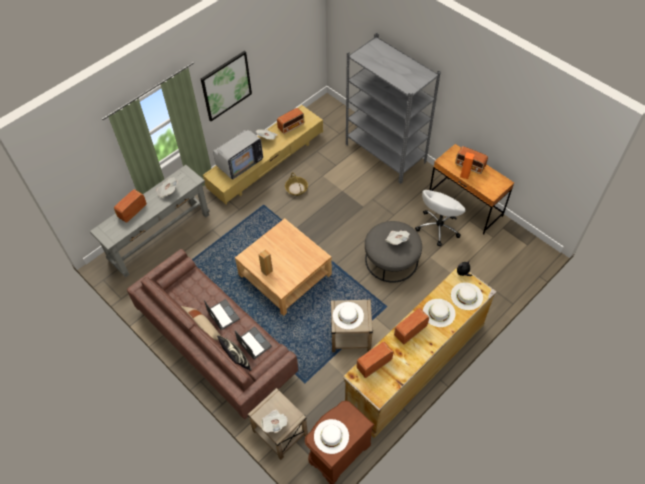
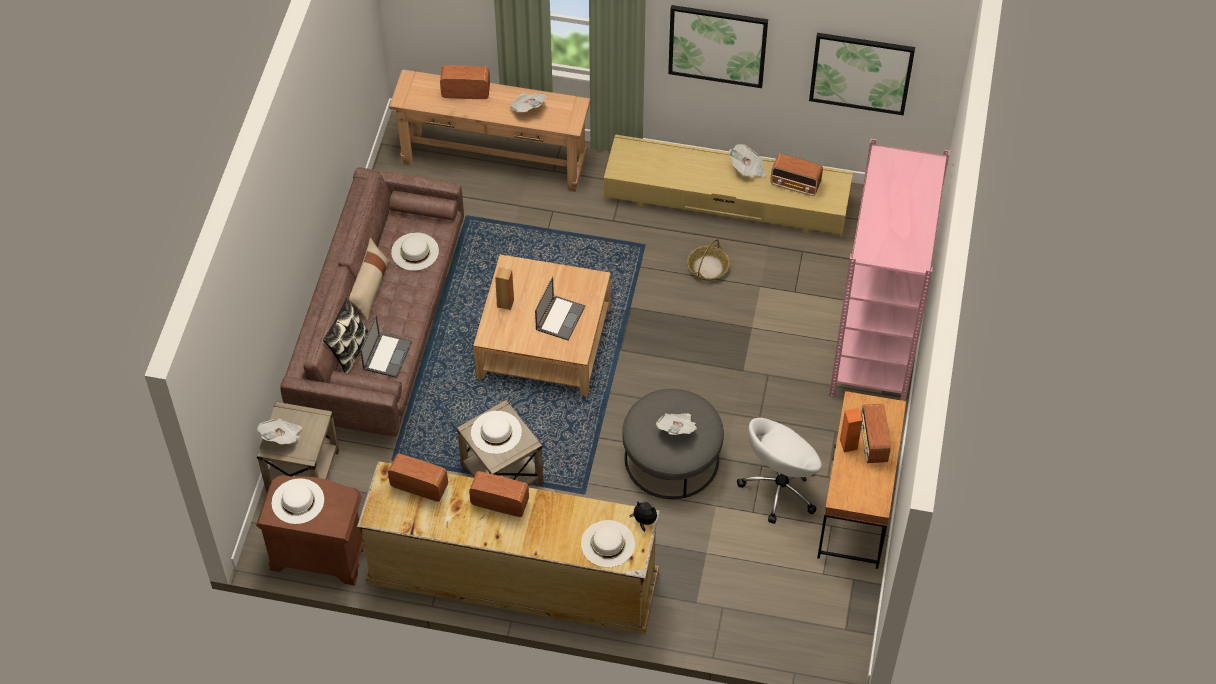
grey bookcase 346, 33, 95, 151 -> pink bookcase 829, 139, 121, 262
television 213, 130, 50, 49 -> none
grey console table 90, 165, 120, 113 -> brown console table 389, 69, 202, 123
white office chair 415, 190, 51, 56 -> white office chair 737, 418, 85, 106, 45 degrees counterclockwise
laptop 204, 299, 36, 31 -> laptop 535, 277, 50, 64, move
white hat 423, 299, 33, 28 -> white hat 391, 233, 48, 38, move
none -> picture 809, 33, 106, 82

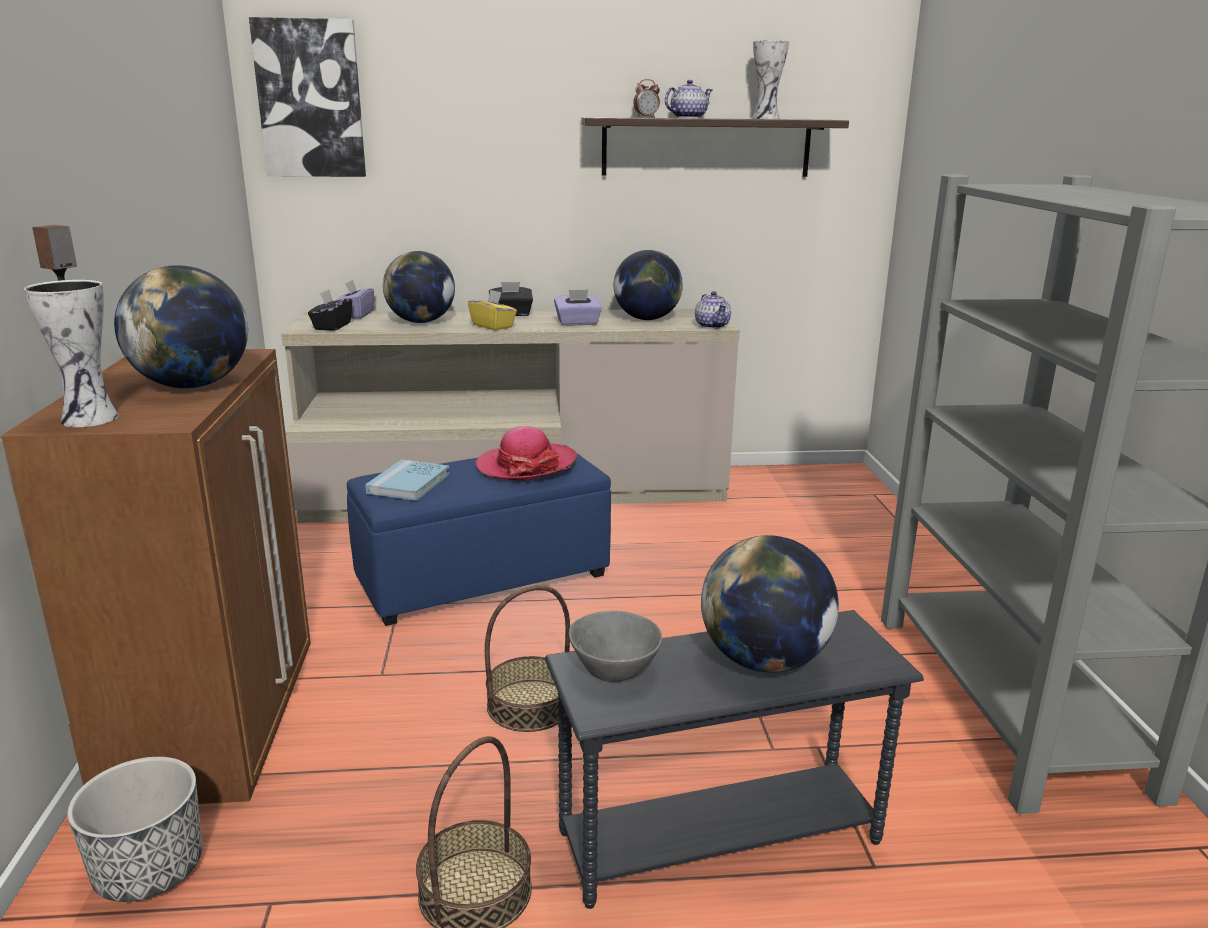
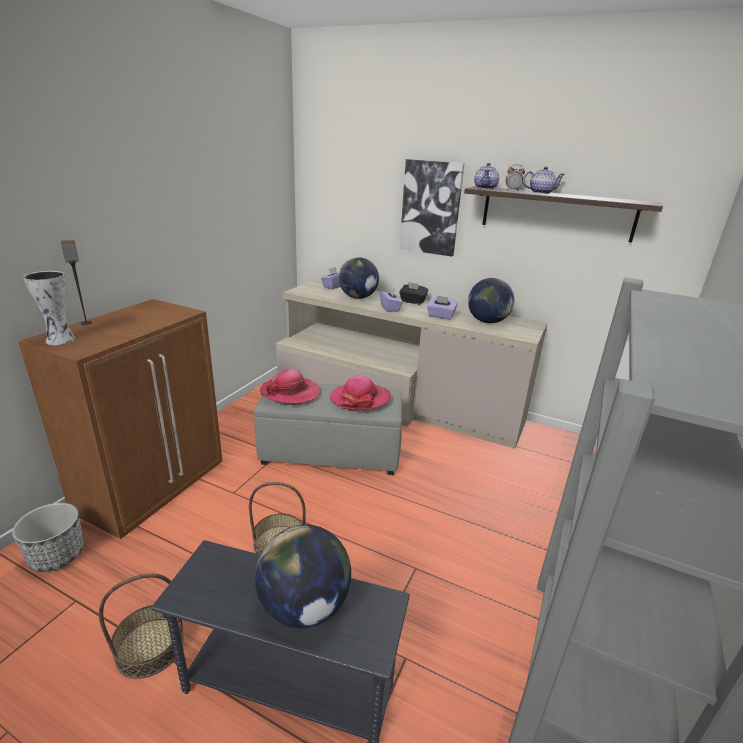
picture 249, 17, 117, 160 -> picture 399, 159, 66, 98, move
vase 752, 40, 37, 79 -> none
globe 114, 265, 134, 123 -> none
black tissue box 308, 289, 44, 42 -> none
yellow tissue box 468, 289, 49, 41 -> purple tissue box 380, 287, 23, 25
teapot 695, 291, 36, 38 -> teapot 474, 163, 25, 26, move
blue ottoman 347, 445, 264, 181 -> grey ottoman 254, 383, 148, 92
blue book 365, 460, 85, 41 -> hat 260, 369, 61, 36
grey bowl 569, 611, 93, 71 -> none

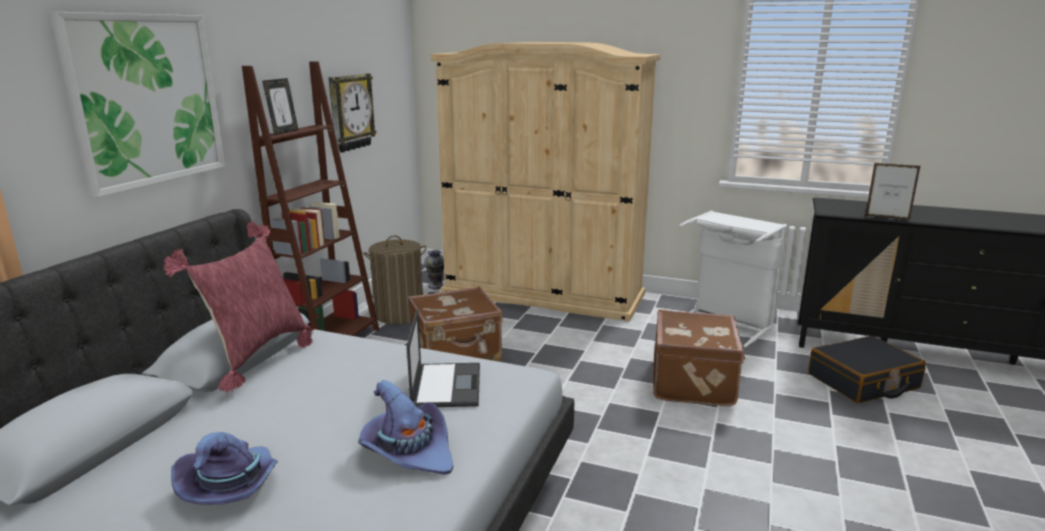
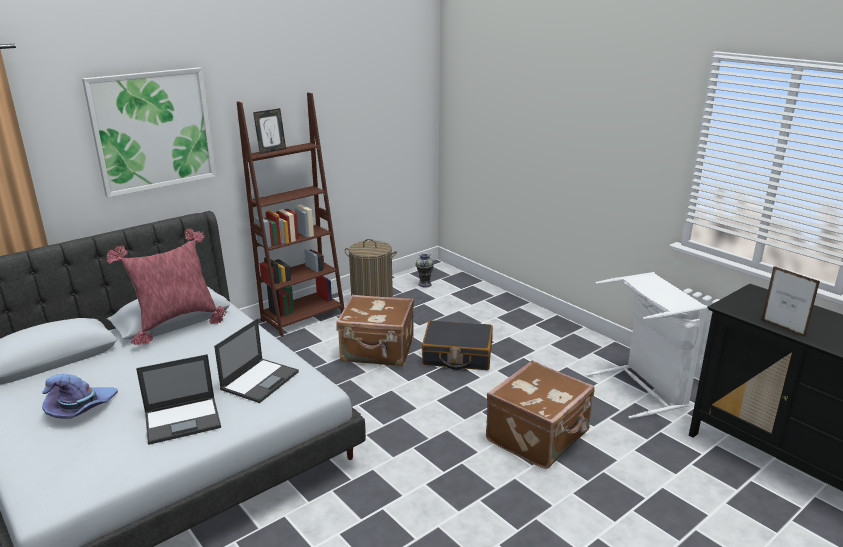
beige wardrobe 430, 42, 231, 280 -> none
wall clock 328, 74, 49, 78 -> none
black suitcase 808, 336, 118, 67 -> black suitcase 422, 320, 71, 50, move
purple hat 358, 380, 95, 95 -> laptop 136, 354, 85, 91

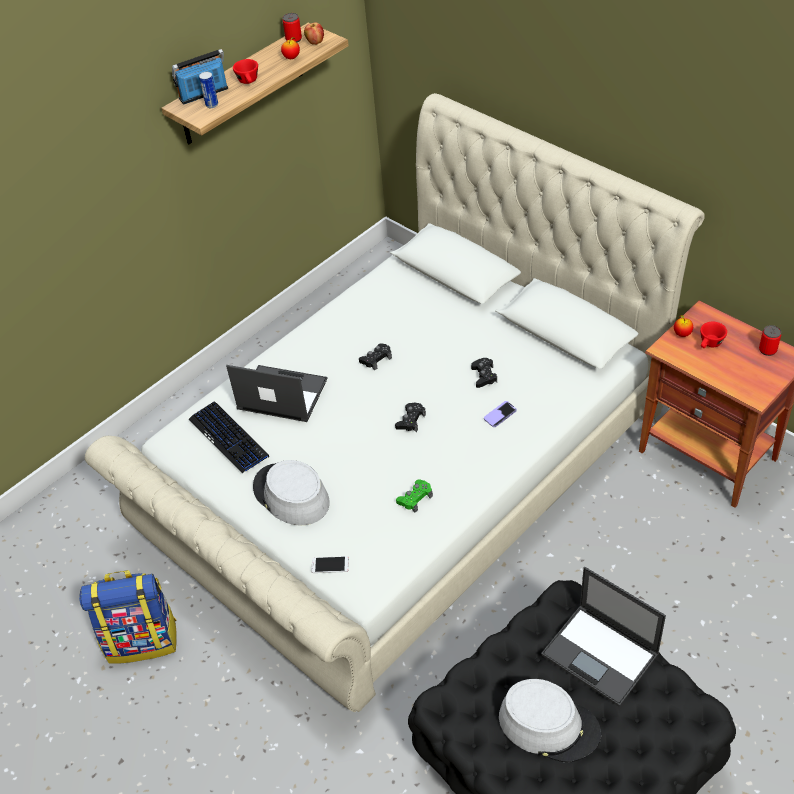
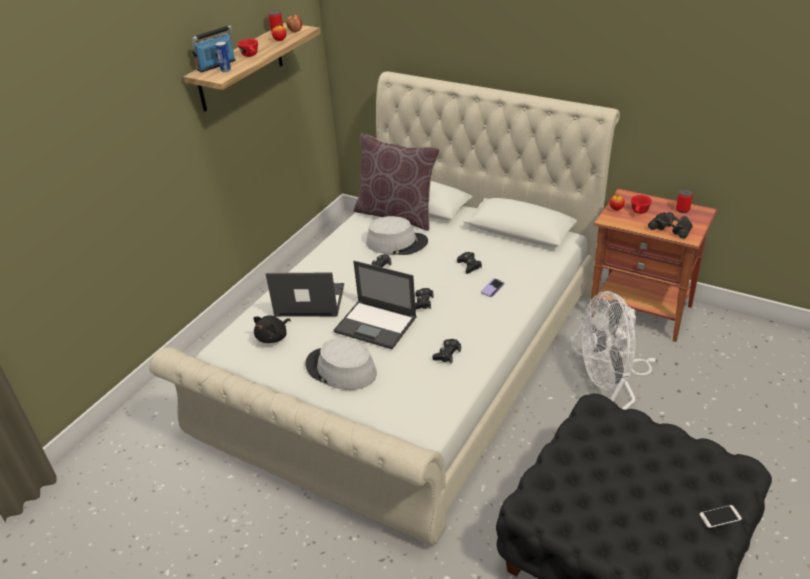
keyboard 188, 401, 81, 73 -> black plush toy 254, 315, 37, 28
green game controller 396, 480, 37, 32 -> black game controller 432, 339, 29, 25
phone 311, 556, 38, 17 -> phone 699, 505, 43, 23, move
laptop 541, 567, 125, 140 -> laptop 333, 261, 84, 88, move
backpack 79, 570, 98, 94 -> none
grey hat 499, 679, 102, 83 -> grey hat 367, 216, 61, 39, move
none -> brown pillow 354, 134, 86, 97
none -> black binoculars 648, 212, 45, 27
none -> white fan 571, 291, 87, 119

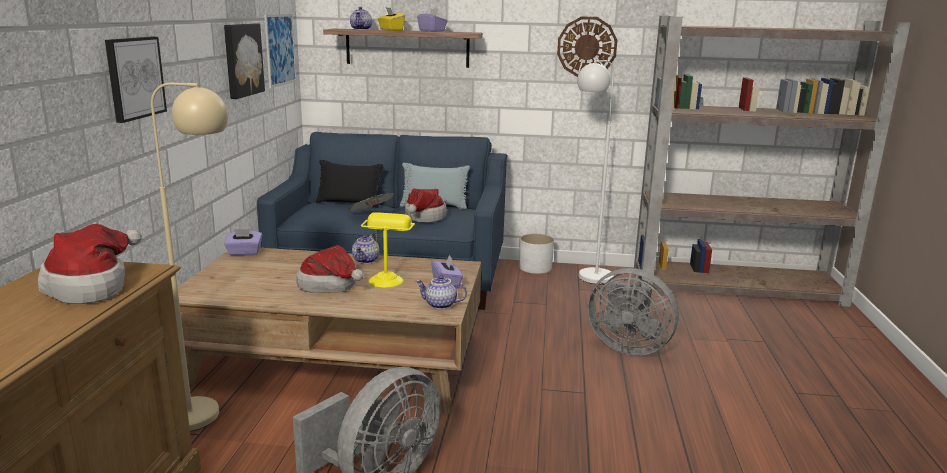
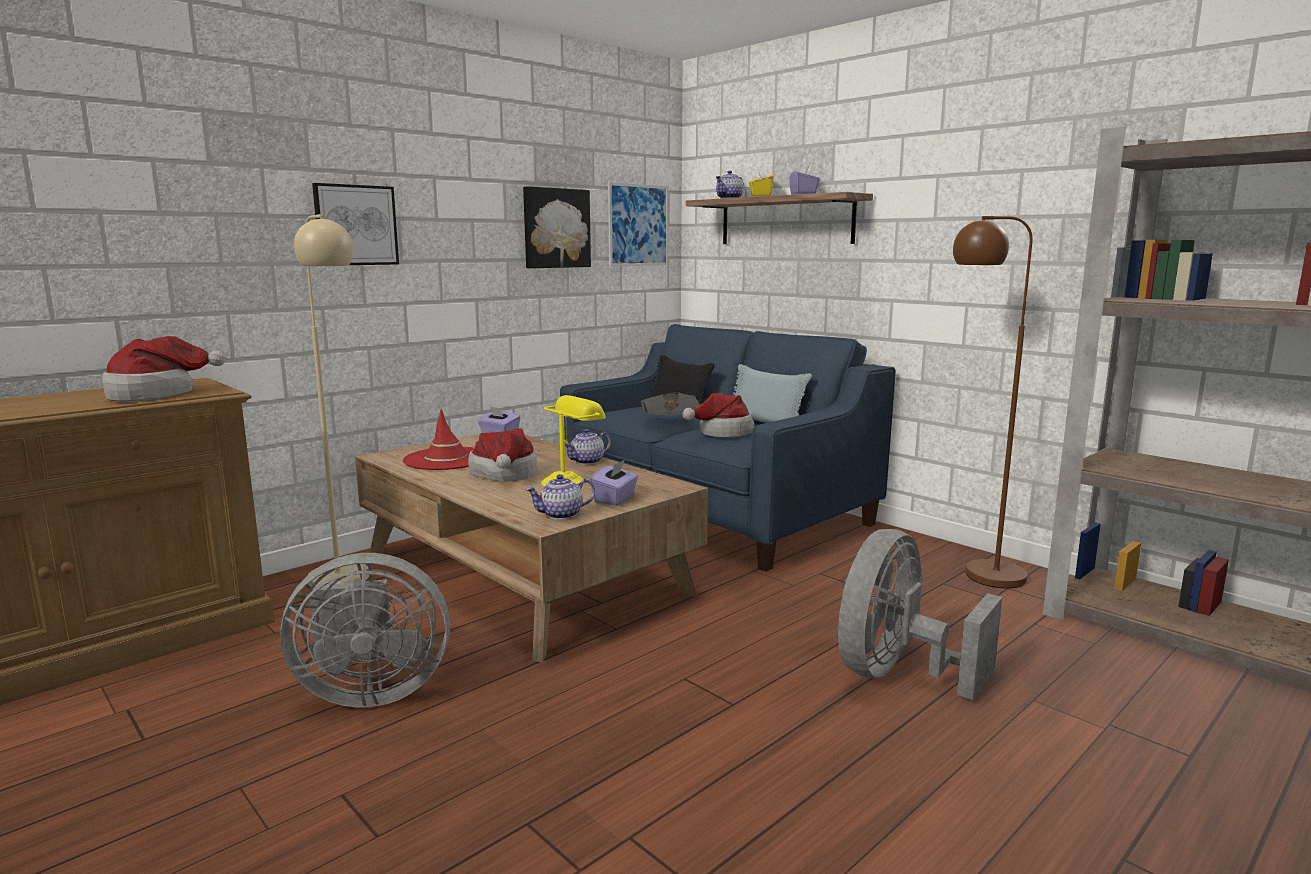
wall clock 557, 16, 60, 61 -> none
white floor lamp 577, 60, 37, 224 -> brown floor lamp 953, 216, 80, 372
white planter 519, 234, 35, 40 -> none
grey fan 588, 268, 91, 87 -> grey fan 838, 529, 164, 171, 60 degrees clockwise
teapot 416, 275, 51, 34 -> teapot 525, 474, 70, 46, 75 degrees counterclockwise
none -> red hat 403, 409, 71, 61

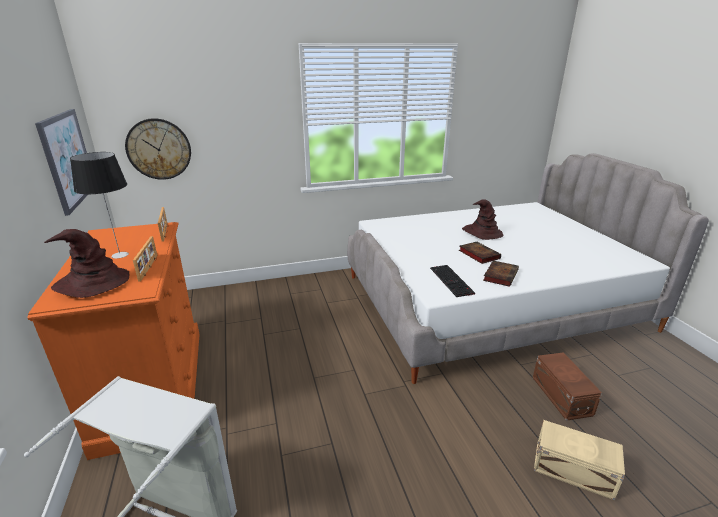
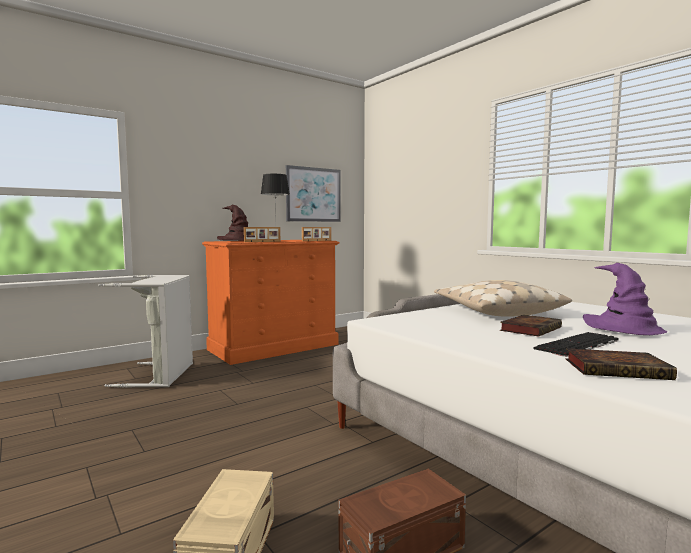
wall clock 125, 118, 66, 62 -> none
brown hat 462, 199, 42, 41 -> purple hat 583, 263, 84, 72
book 483, 261, 36, 26 -> book 565, 348, 112, 32, move
keyboard 430, 265, 45, 32 -> keyboard 534, 332, 85, 25, move
none -> beige pillow 434, 280, 138, 36

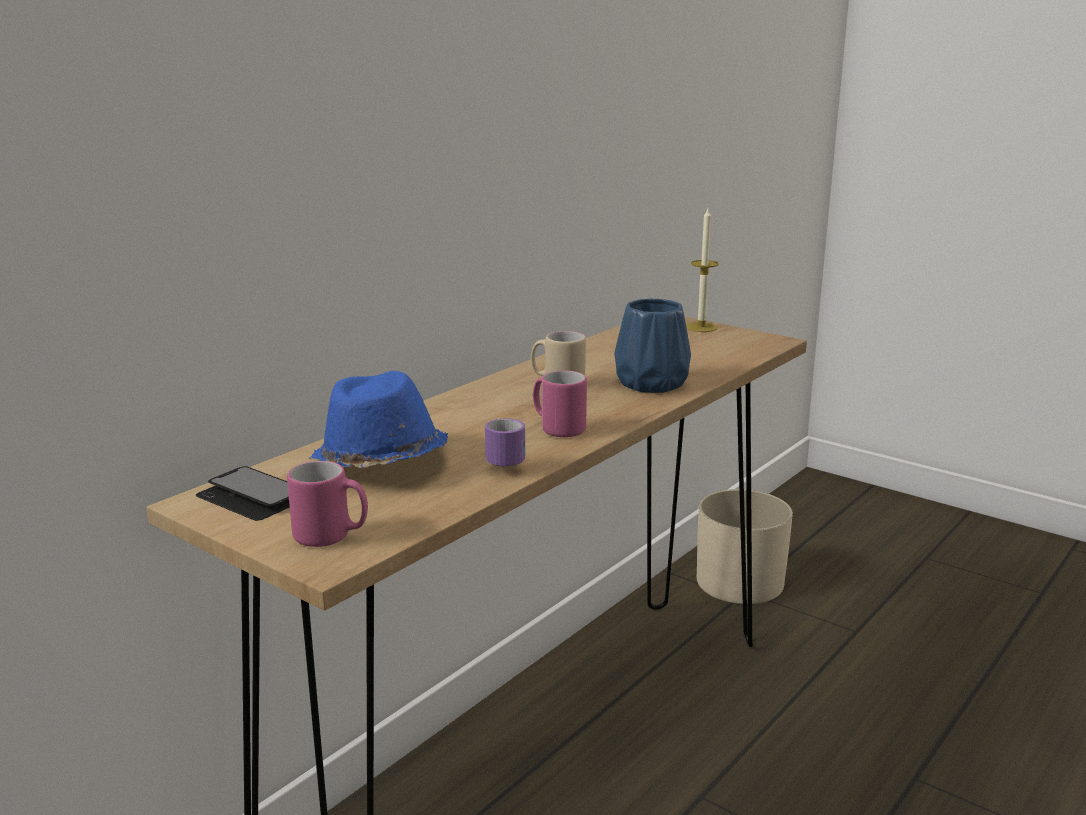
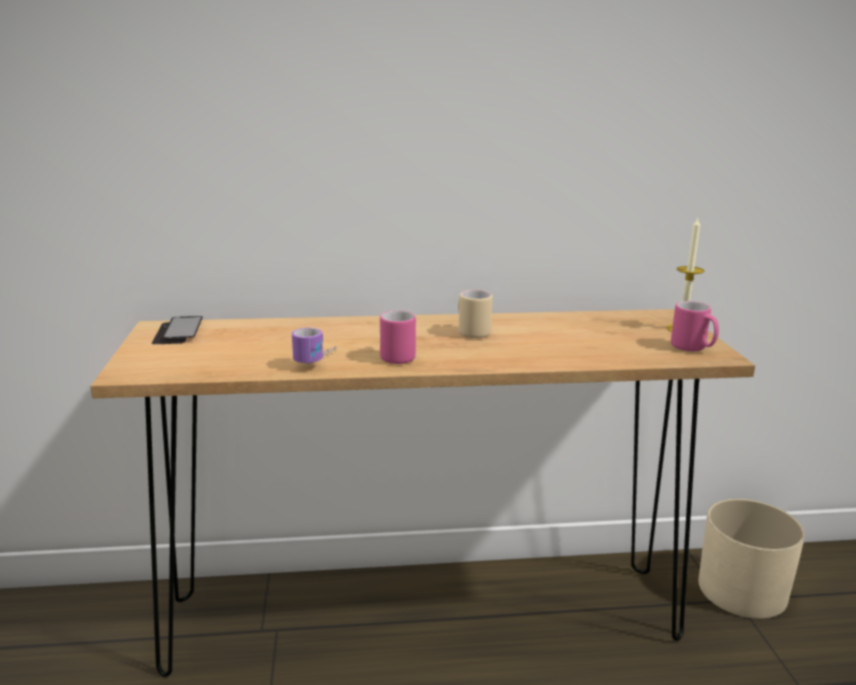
blue vase 614, 299, 77, 94 -> none
blue hat 309, 371, 139, 97 -> none
pink mug 287, 461, 81, 86 -> pink mug 671, 301, 48, 50, move

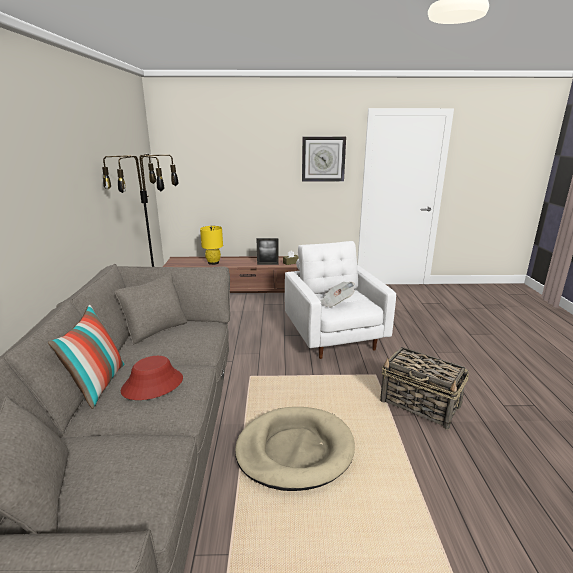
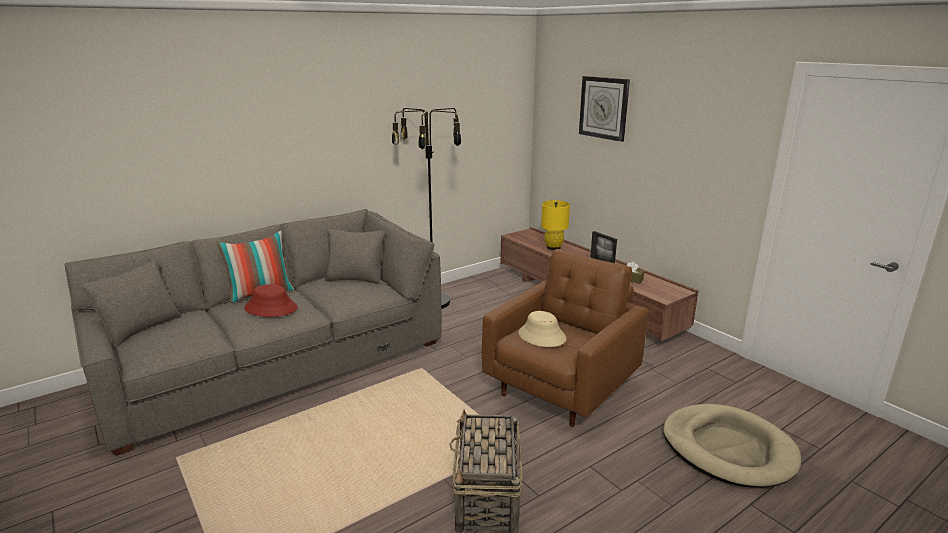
wall clock 302, 137, 44, 45 -> wall clock 579, 76, 51, 66, move
white armchair 285, 241, 111, 118 -> brown armchair 482, 249, 167, 178
newspaper 320, 282, 35, 26 -> beige hat 518, 311, 49, 36
beige dog bed 235, 407, 120, 84 -> beige dog bed 663, 404, 138, 84, move

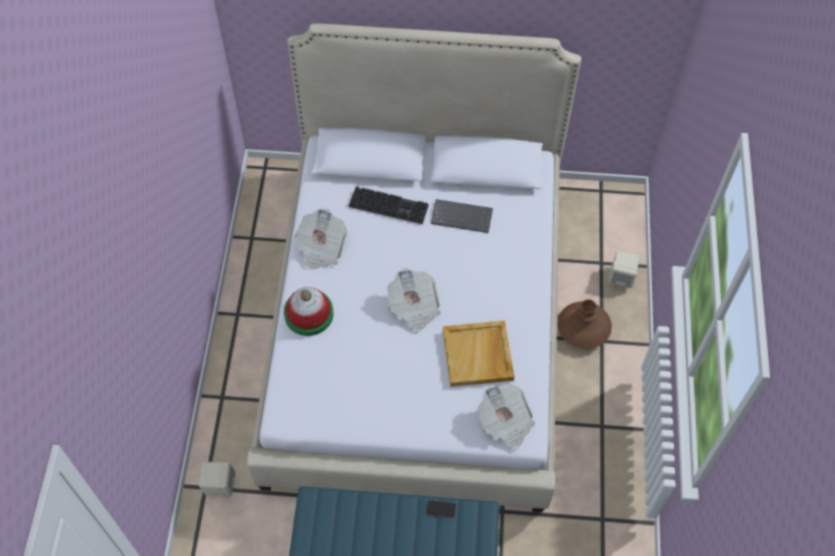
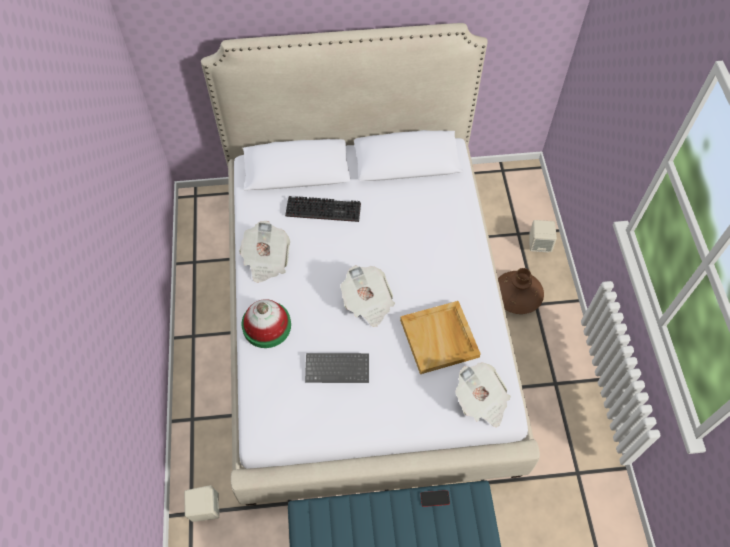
keyboard 431, 199, 62, 34 -> keyboard 305, 353, 64, 30, move

